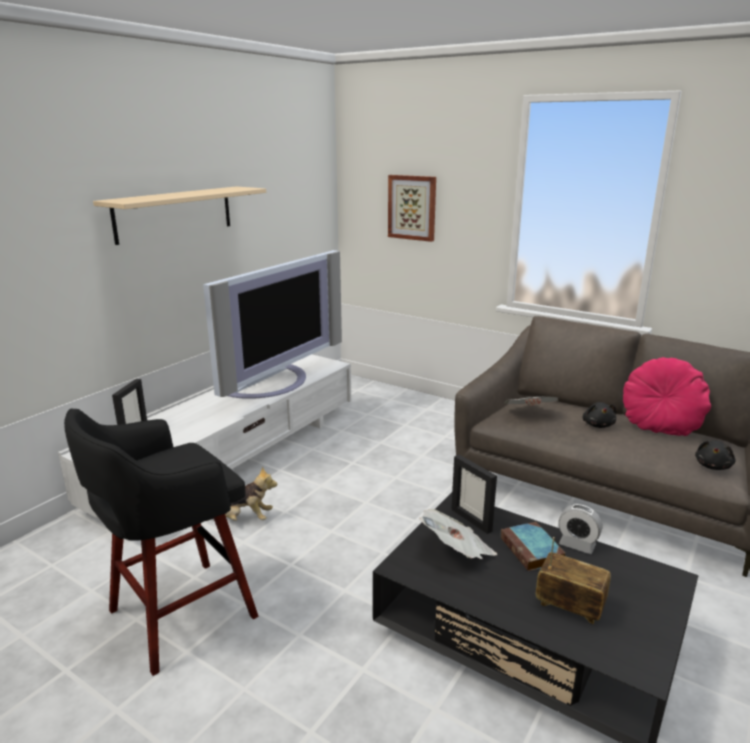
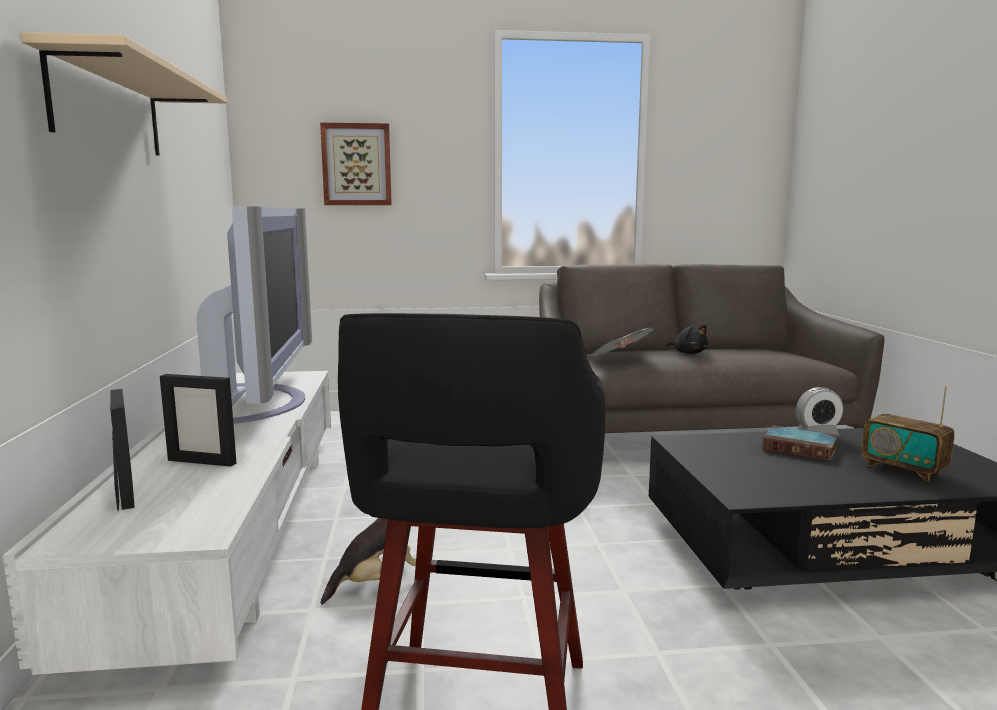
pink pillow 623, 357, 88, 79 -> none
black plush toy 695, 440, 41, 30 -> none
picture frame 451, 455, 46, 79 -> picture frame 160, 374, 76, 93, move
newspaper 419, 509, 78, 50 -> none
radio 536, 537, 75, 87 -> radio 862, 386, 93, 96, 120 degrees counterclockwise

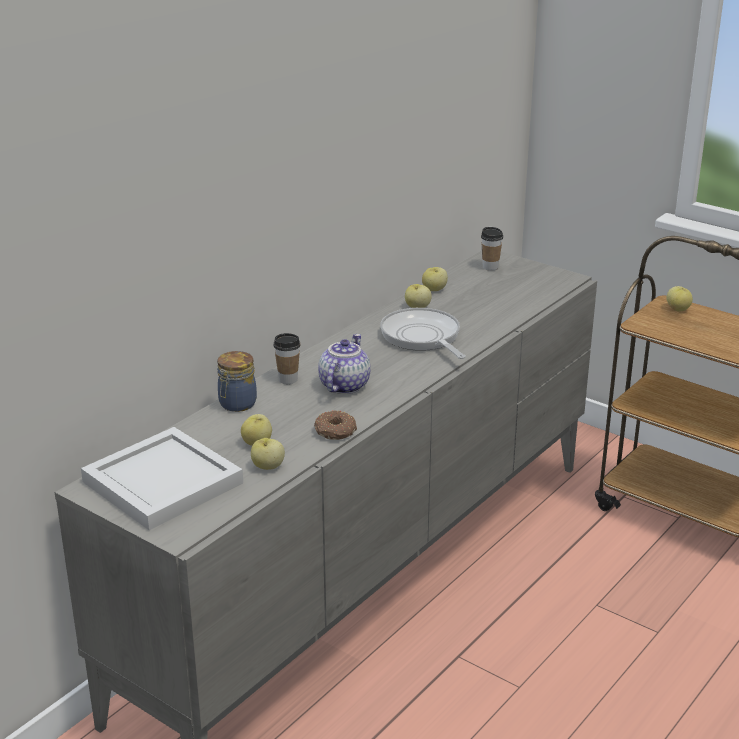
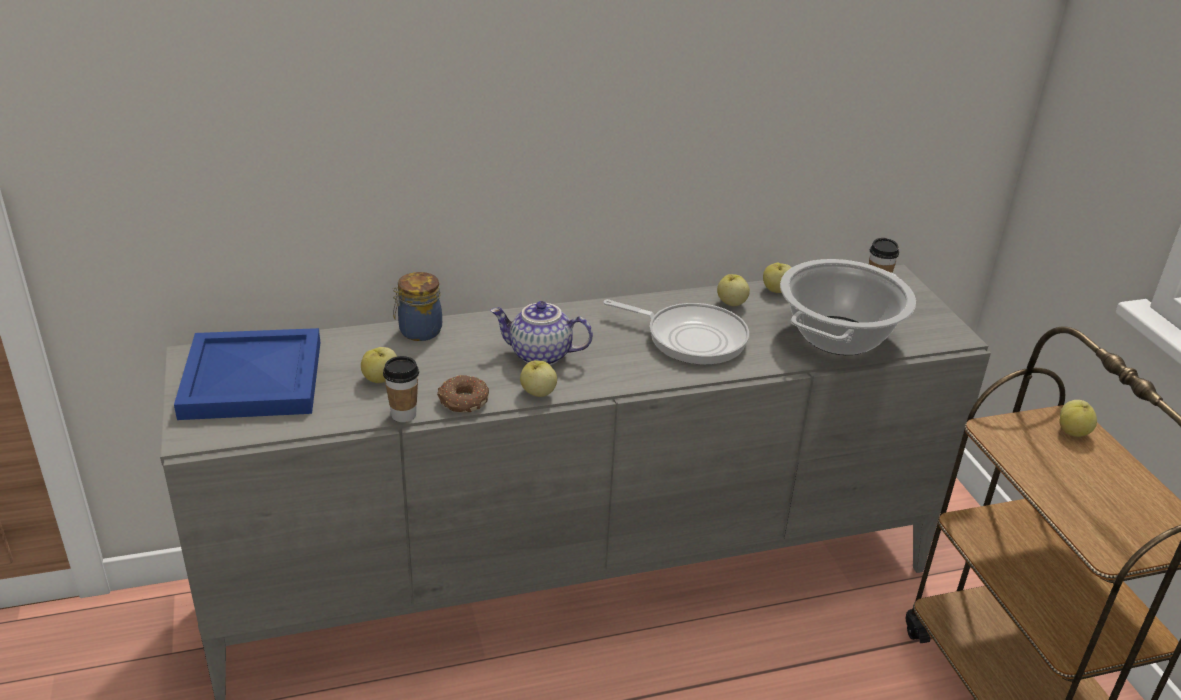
frying pan 380, 308, 86, 51 -> frying pan 603, 299, 146, 66, 105 degrees clockwise
cup 273, 333, 28, 51 -> cup 383, 356, 36, 66, move
teapot 318, 334, 52, 60 -> teapot 490, 301, 103, 64, 135 degrees counterclockwise
white tray 81, 427, 162, 103 -> blue tray 174, 328, 146, 92
apple 251, 438, 34, 32 -> apple 520, 361, 37, 36, move
none -> cooking pot 780, 259, 136, 96

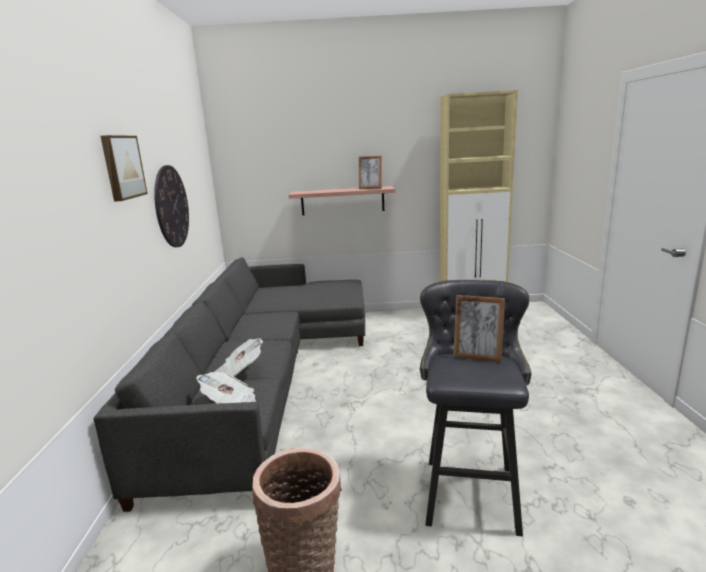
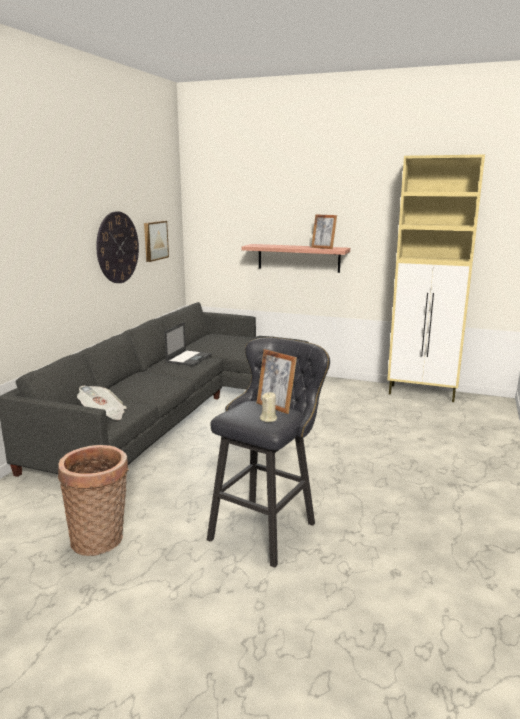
picture 100, 135, 48, 67 -> picture 144, 221, 25, 41, move
newspaper 215, 338, 48, 39 -> none
none -> laptop 164, 322, 48, 44
none -> beige candle 260, 392, 17, 30

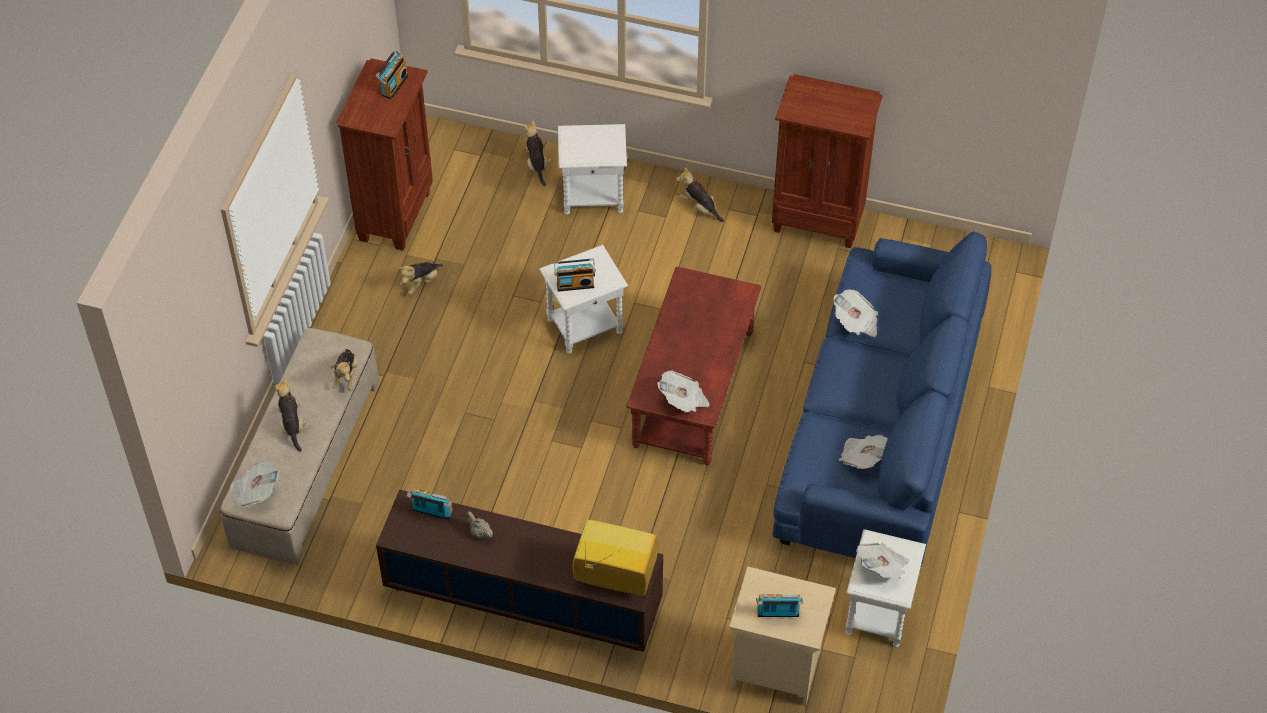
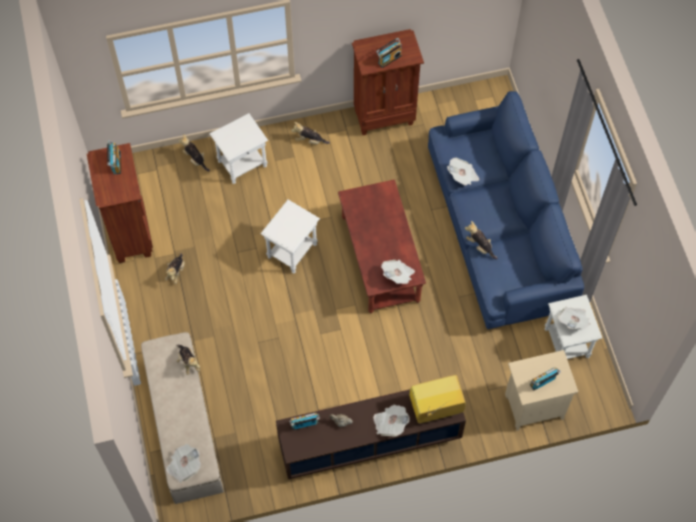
radio 554, 259, 42, 33 -> radio 376, 38, 26, 30, move
plush toy 274, 378, 34, 74 -> plush toy 465, 221, 33, 39, move
newspaper 839, 435, 49, 34 -> newspaper 373, 405, 37, 32, move

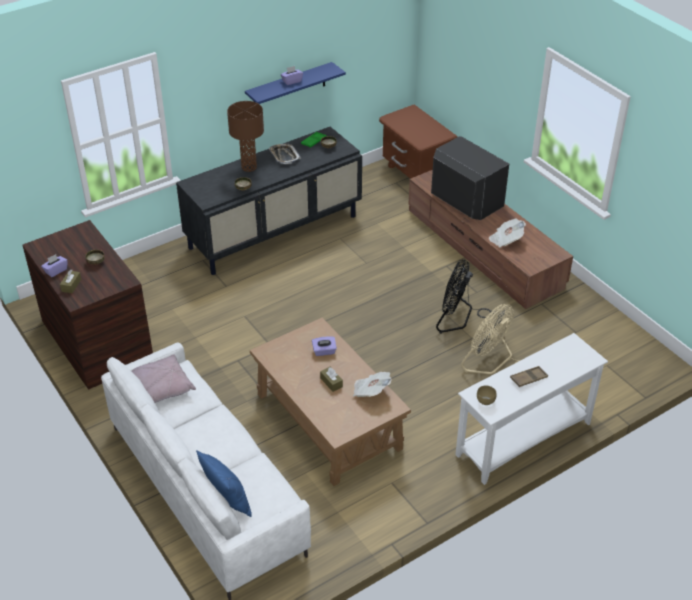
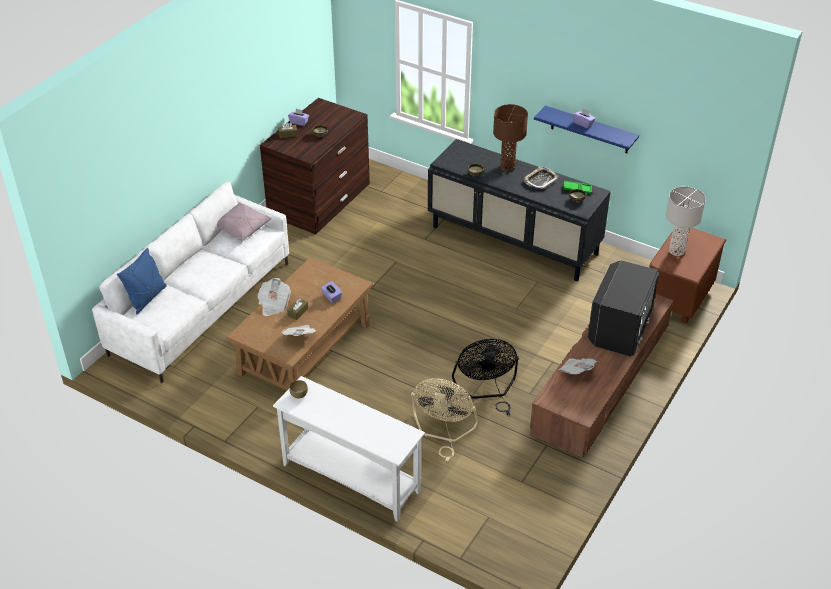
brown tray 510, 366, 38, 21 -> none
none -> white table lamp 666, 187, 40, 69
none -> newspaper 257, 278, 34, 38

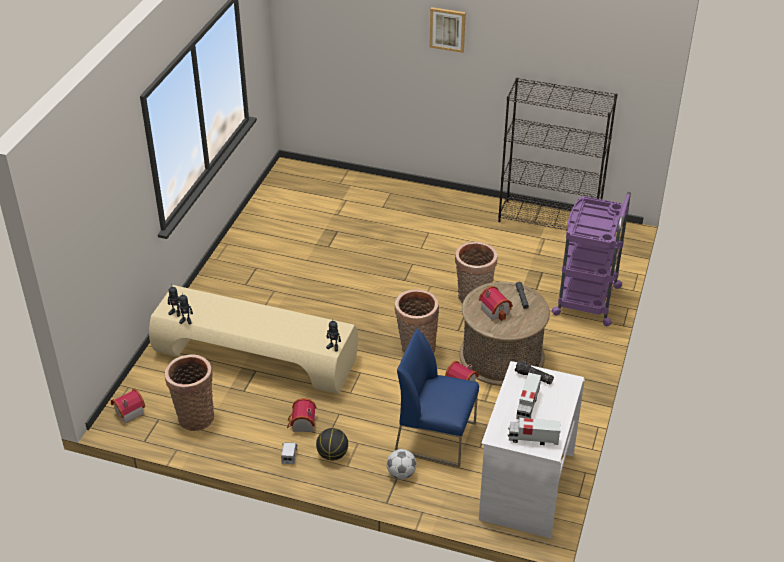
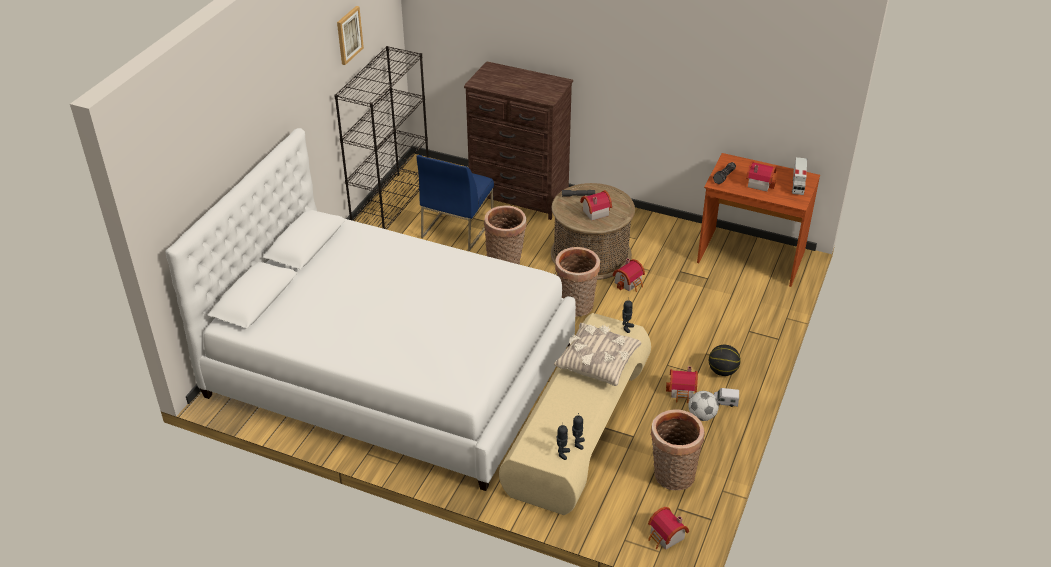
picture 430, 7, 36, 46 -> picture 337, 6, 27, 59, move
purple cart 552, 192, 79, 134 -> brown dresser 464, 61, 109, 159
blue chair 395, 329, 84, 138 -> blue chair 416, 155, 78, 96, move
white desk 479, 361, 106, 177 -> brown desk 697, 153, 123, 134
toy truck 516, 373, 25, 46 -> toy house 746, 161, 31, 31
football 387, 449, 29, 30 -> football 688, 391, 31, 30, move
none -> white bed 165, 128, 411, 363
none -> beige pillow 554, 323, 87, 63

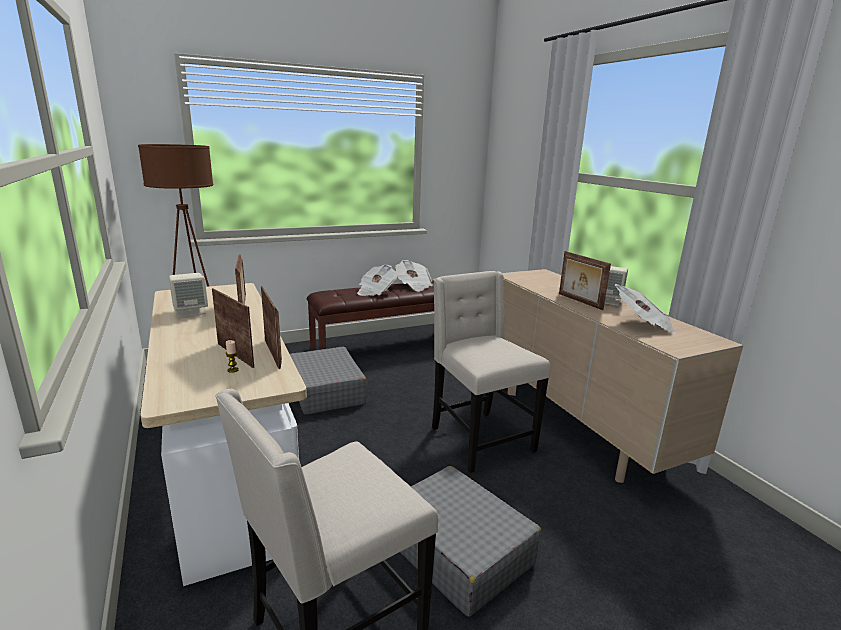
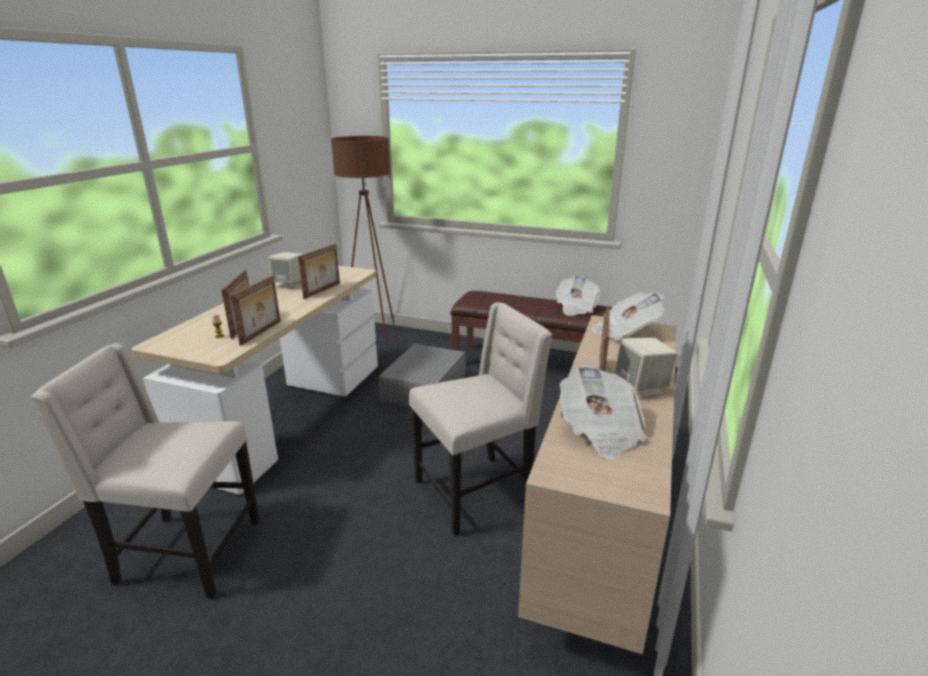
newspaper 357, 265, 41, 31 -> newspaper 591, 293, 74, 47, move
beige chair 432, 271, 119, 202 -> beige chair 409, 302, 143, 234, 45 degrees clockwise
grey suitcase 400, 466, 141, 151 -> none

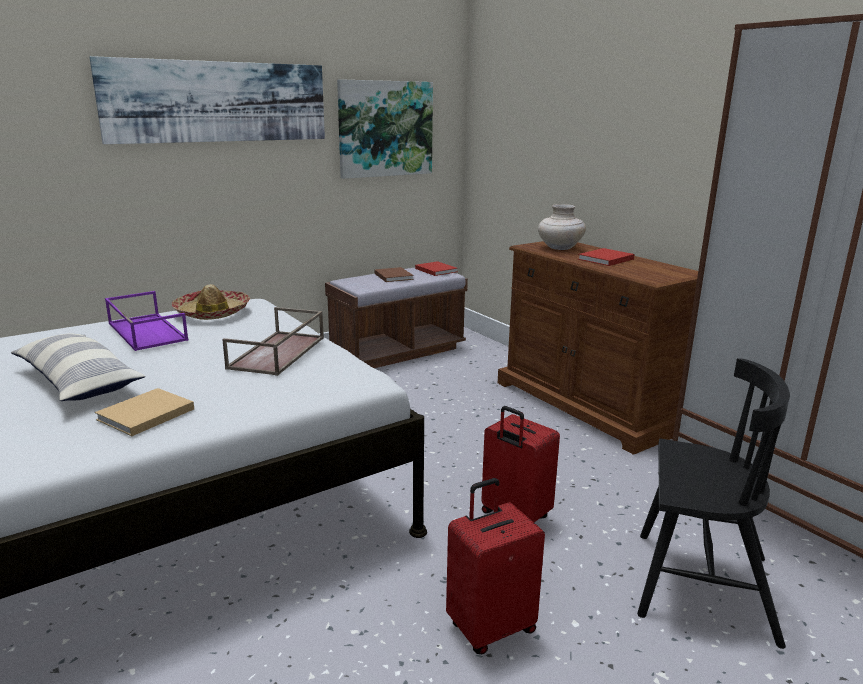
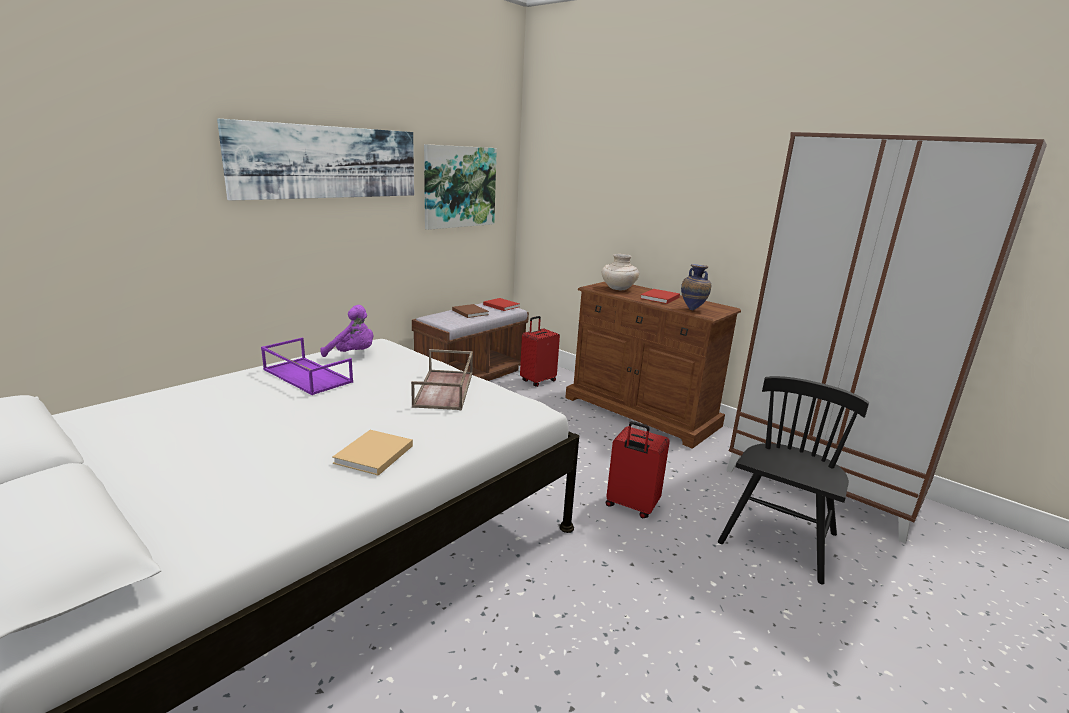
hat 172, 284, 78, 36 -> purple plush toy 320, 305, 53, 52
pillow 11, 333, 135, 68 -> none
black chair 637, 358, 153, 291 -> black chair 718, 376, 151, 208, 60 degrees counterclockwise
red suitcase 446, 478, 99, 176 -> red suitcase 520, 316, 40, 71, move
none -> vase 681, 264, 30, 46

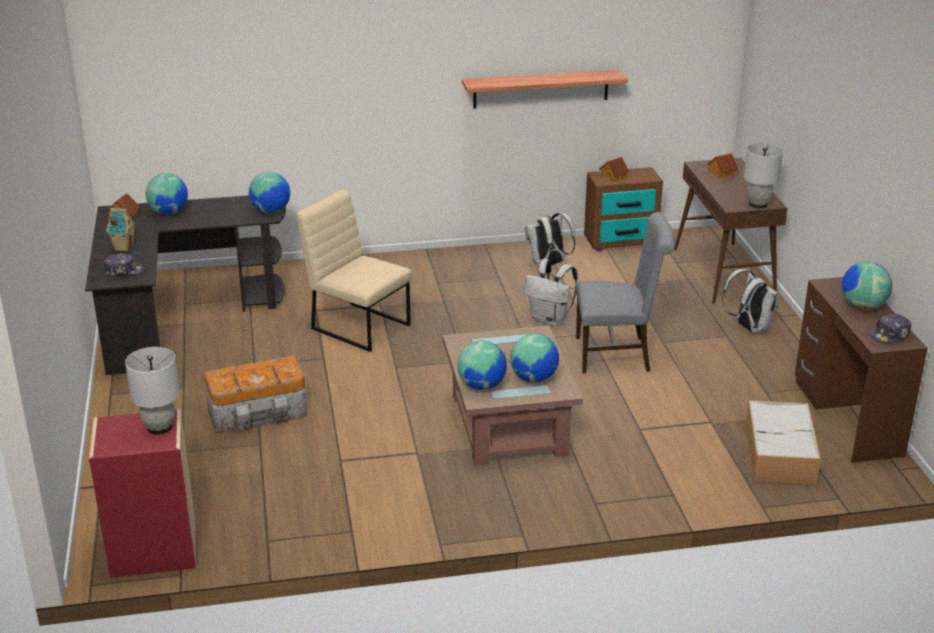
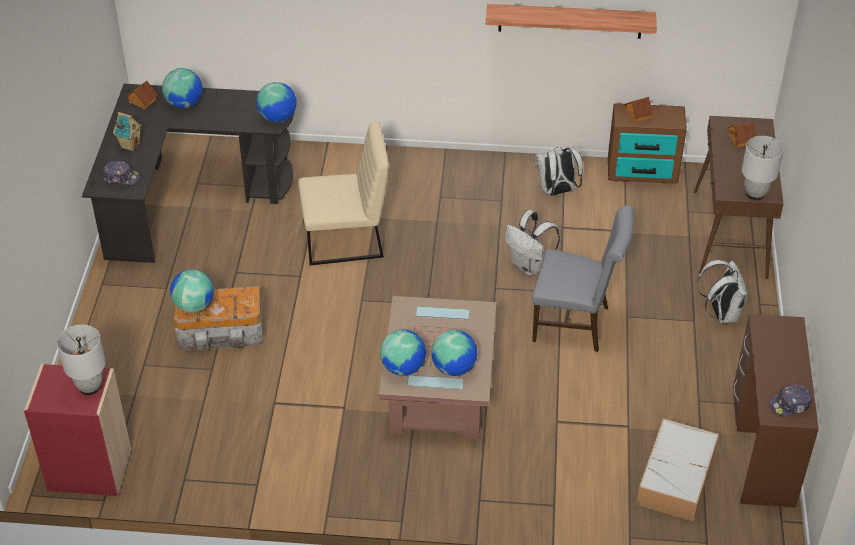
beige chair 297, 189, 115, 163 -> beige chair 298, 121, 91, 145, 120 degrees clockwise
globe 842, 261, 50, 49 -> globe 170, 269, 44, 44, move

